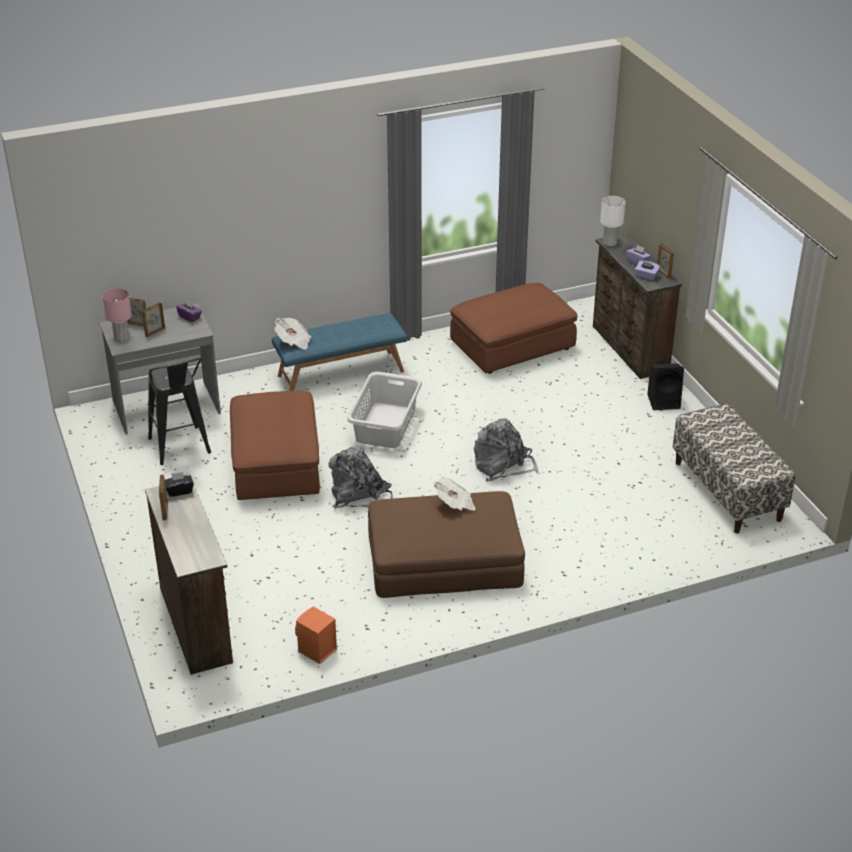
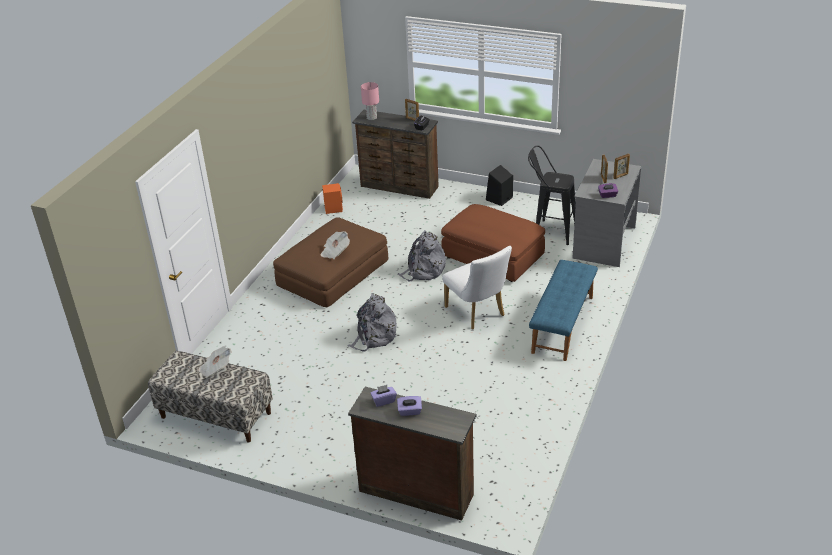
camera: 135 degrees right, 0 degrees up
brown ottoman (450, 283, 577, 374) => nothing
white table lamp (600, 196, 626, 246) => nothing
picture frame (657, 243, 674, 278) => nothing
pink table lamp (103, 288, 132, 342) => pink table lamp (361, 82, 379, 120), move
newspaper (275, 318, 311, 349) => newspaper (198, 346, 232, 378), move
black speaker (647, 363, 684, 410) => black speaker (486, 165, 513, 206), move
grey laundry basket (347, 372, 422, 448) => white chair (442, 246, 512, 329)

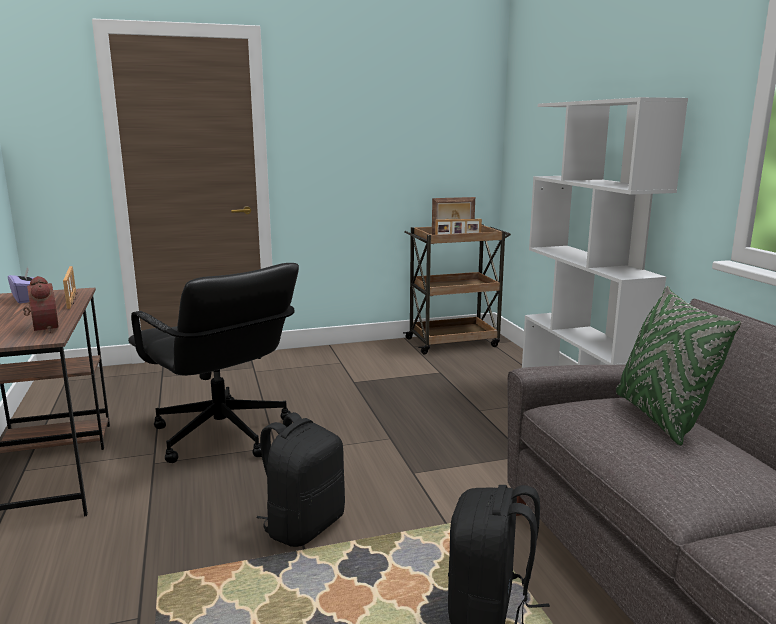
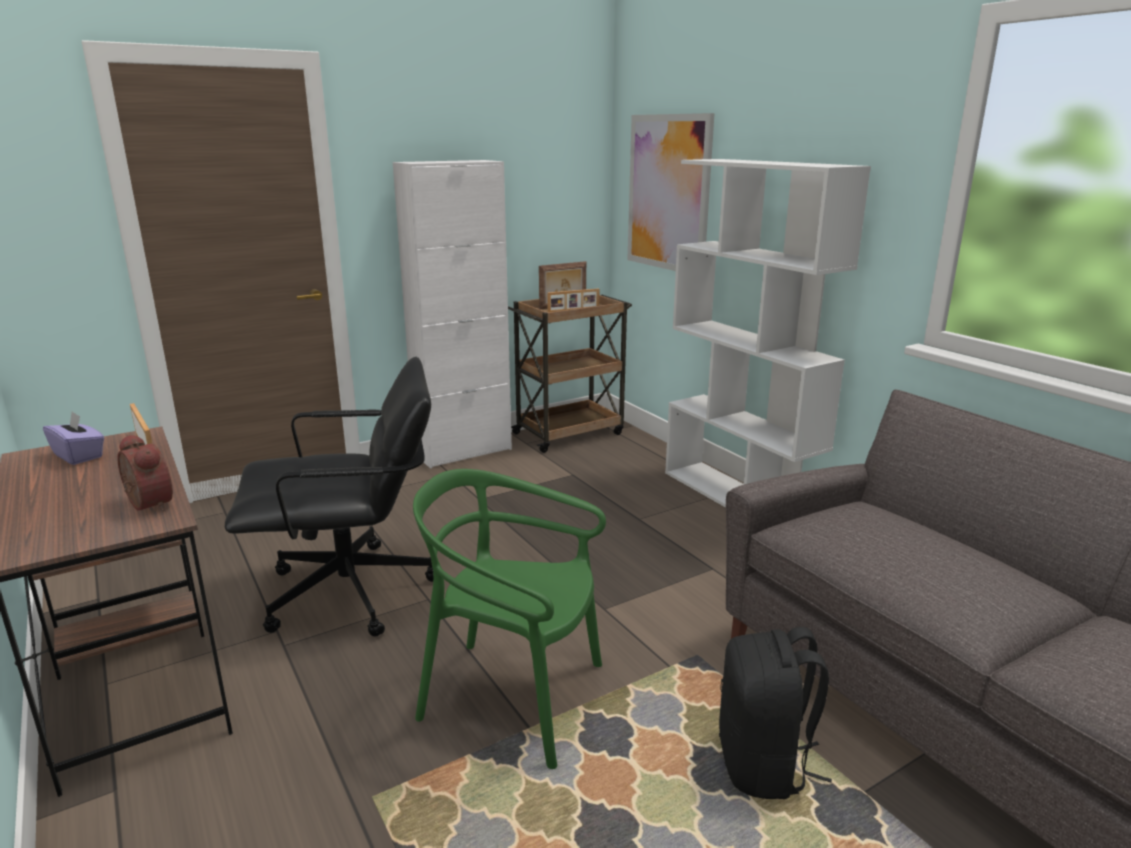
camera: 15 degrees left, 5 degrees up
green pillow (616, 286, 742, 445) => nothing
nothing => white cabinet (393, 160, 512, 468)
nothing => picture (627, 113, 714, 271)
black backpack (256, 412, 345, 547) => green chair (413, 469, 606, 769)
black office chair (128, 263, 299, 463) => black office chair (225, 357, 433, 637), 45 degrees counterclockwise

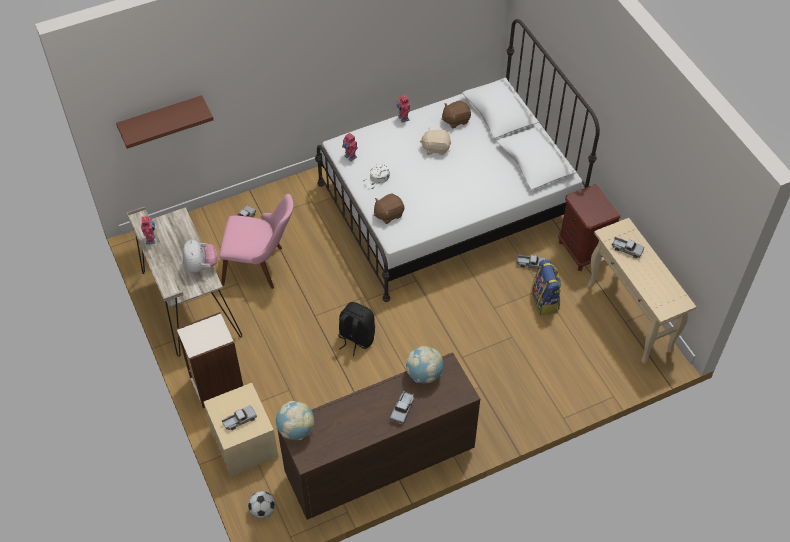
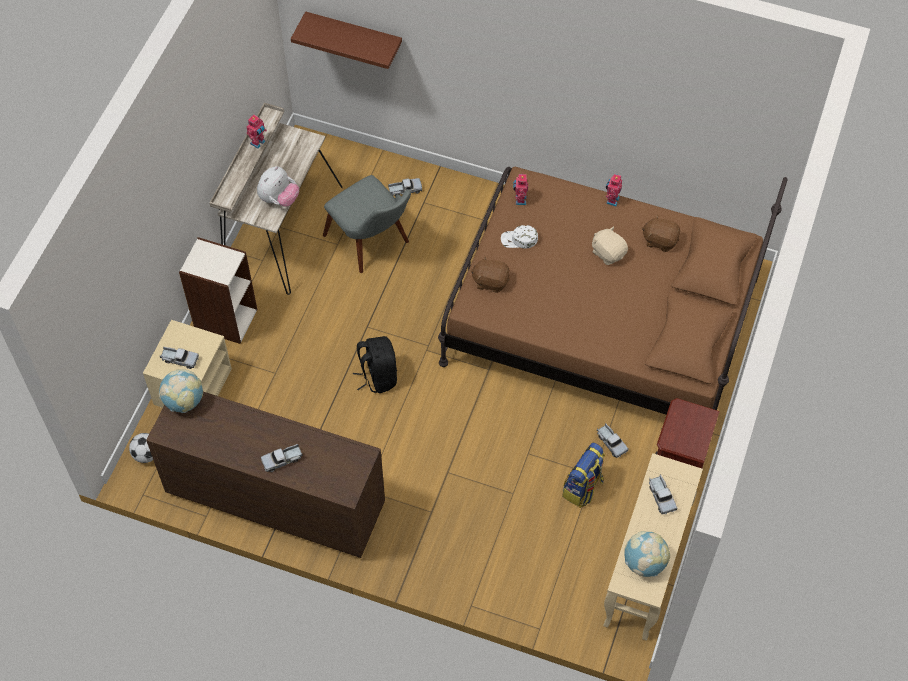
camera: 45 degrees right, 5 degrees up
globe (405, 346, 443, 384) => globe (624, 531, 670, 577), move
pink chair (219, 194, 293, 289) => grey chair (323, 175, 411, 273)
white bed (315, 19, 600, 302) => brown bed (438, 167, 788, 415)

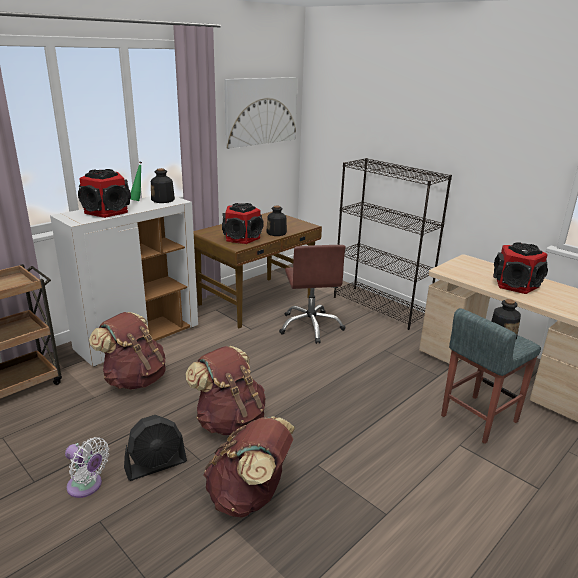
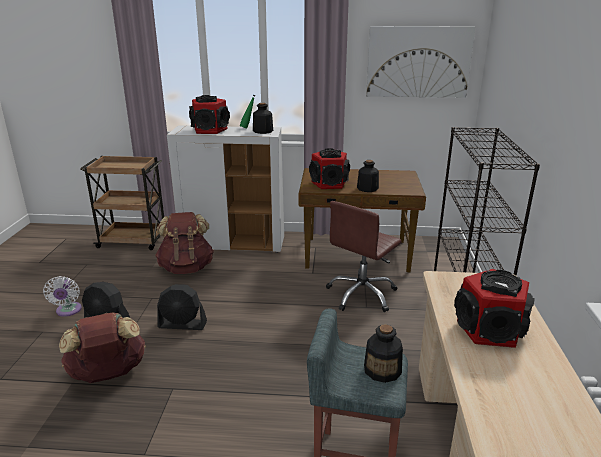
camera: 50 degrees right, 0 degrees up
brown backpack (186, 346, 265, 435) => black fan (157, 284, 207, 330)

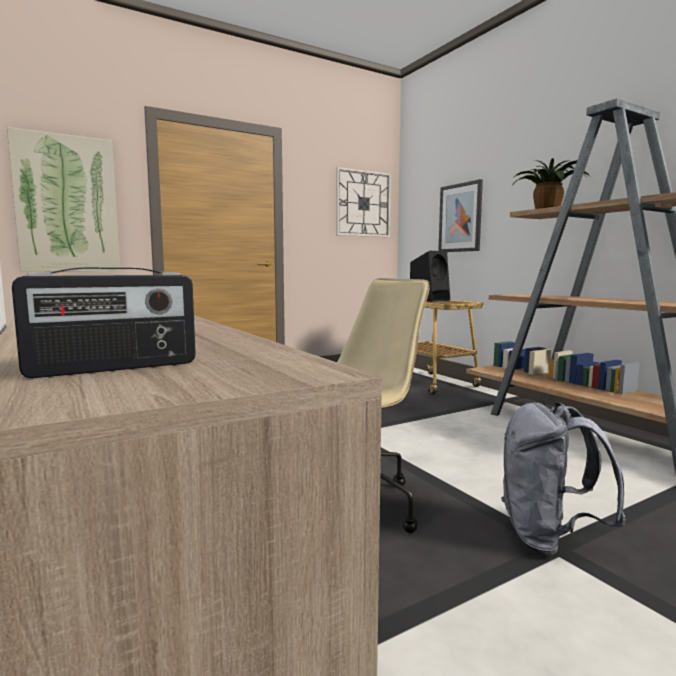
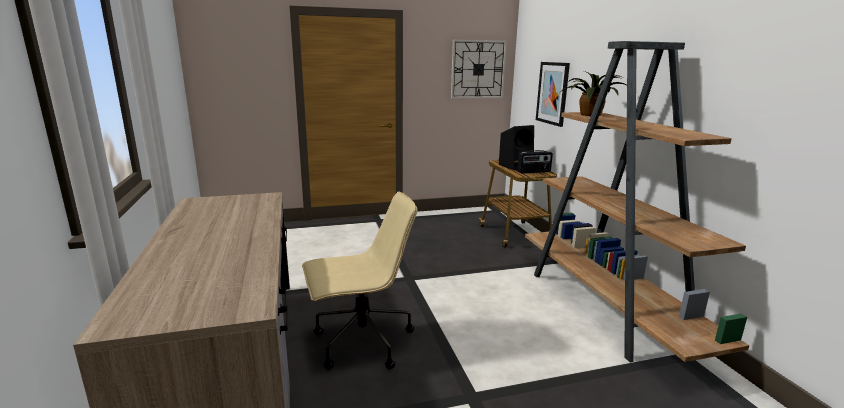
camera: 15 degrees right, 10 degrees up
picture (7, 127, 120, 272) => nothing
grey backpack (501, 402, 626, 556) => nothing
radio (12, 267, 196, 378) => radio (517, 150, 553, 174), move

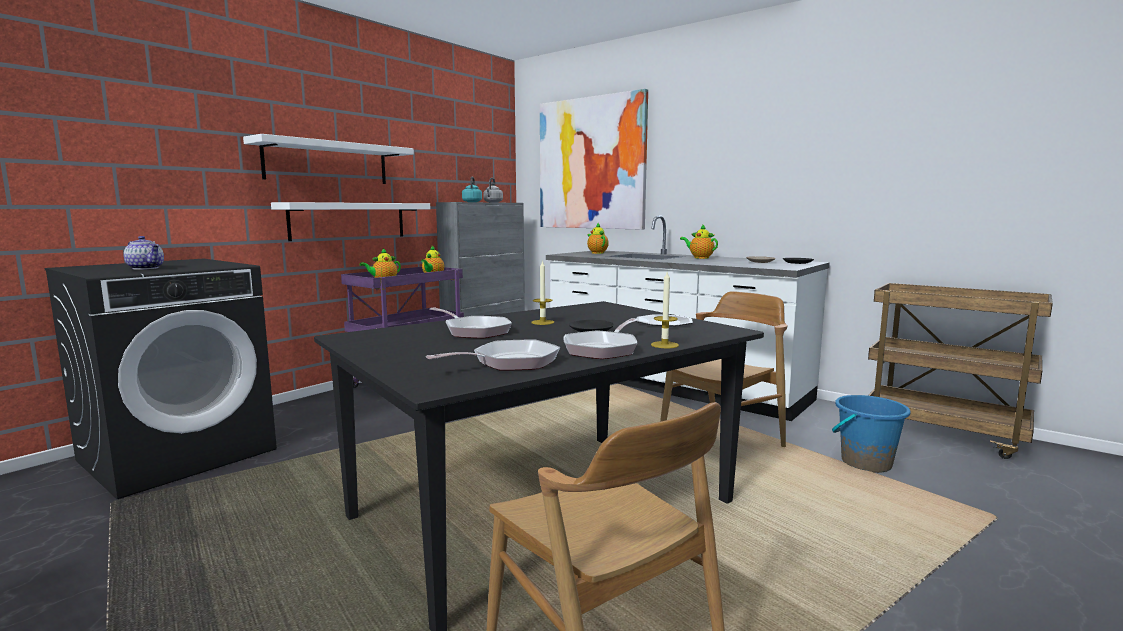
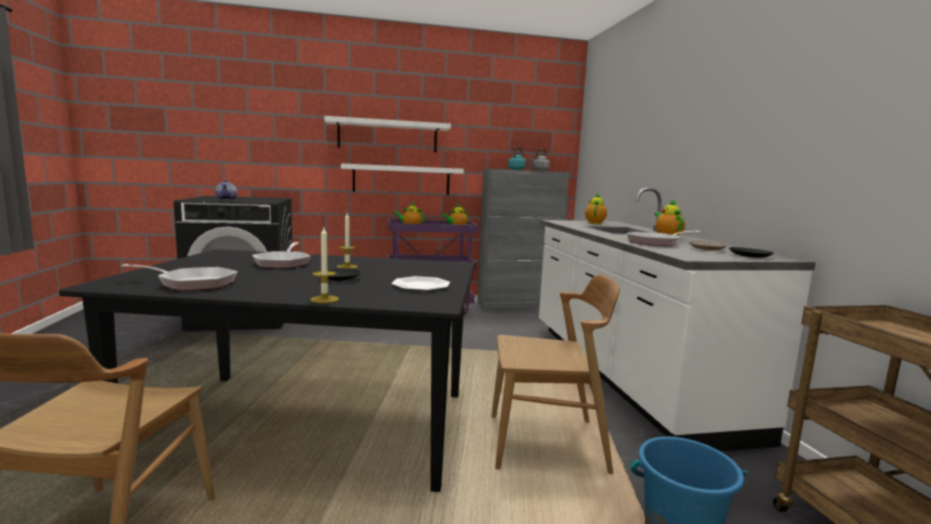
camera: 40 degrees right, 0 degrees up
picture (540, 89, 648, 230) => nothing
frying pan (563, 318, 638, 359) => frying pan (626, 231, 700, 246), move

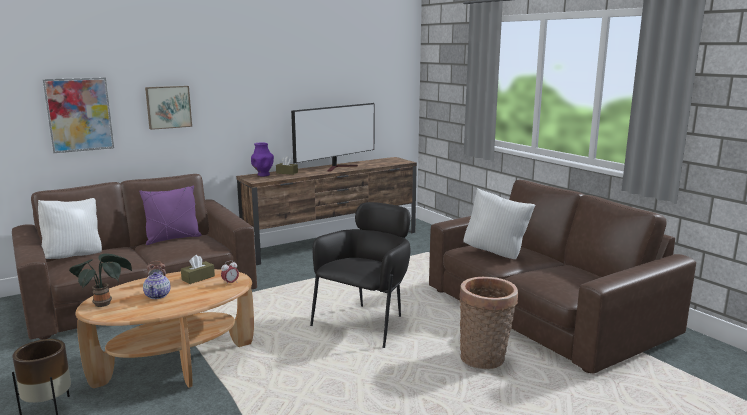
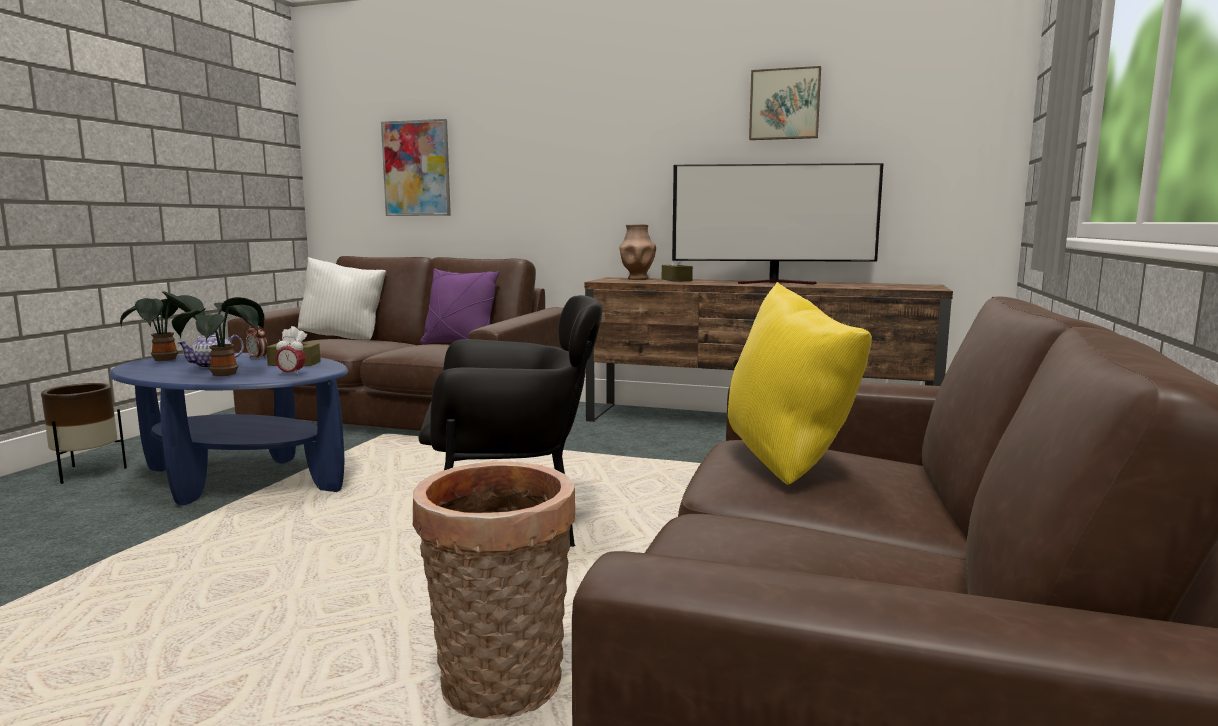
camera: 50 degrees right, 5 degrees down
nothing => potted plant (172, 297, 264, 376)
picture (145, 86, 192, 130) => picture (749, 66, 821, 140), move
brown coffee table (75, 269, 254, 388) => blue coffee table (109, 353, 348, 505)
purple vase (251, 142, 274, 177) => brown vase (619, 224, 656, 280)
white pillow (463, 188, 535, 259) => yellow pillow (728, 282, 872, 485)

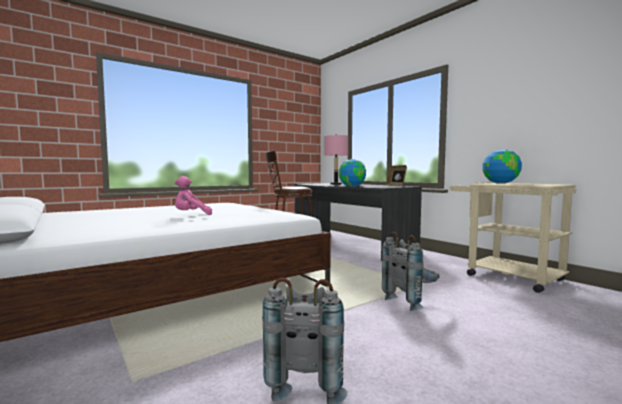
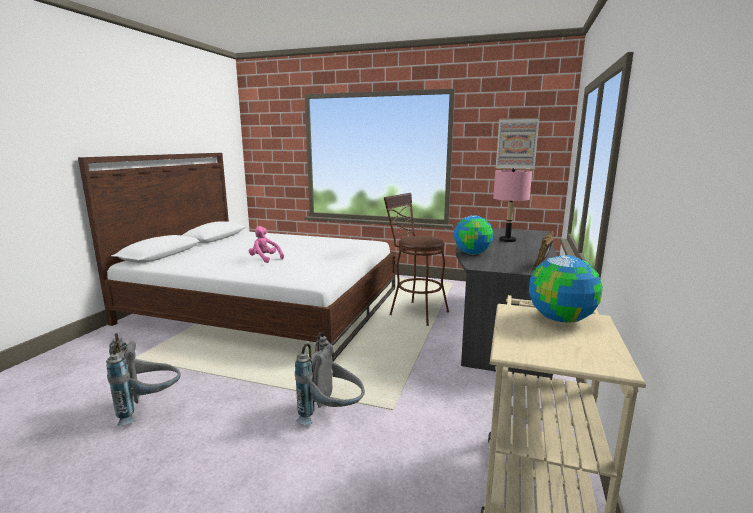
camera: 55 degrees right, 10 degrees up
nothing => picture (496, 118, 540, 170)

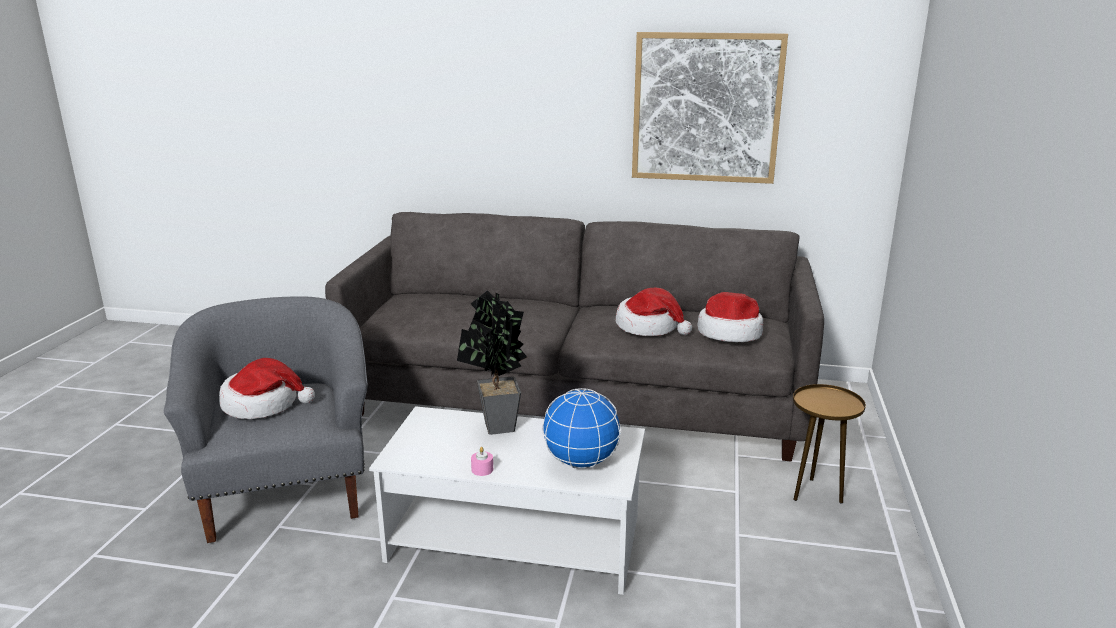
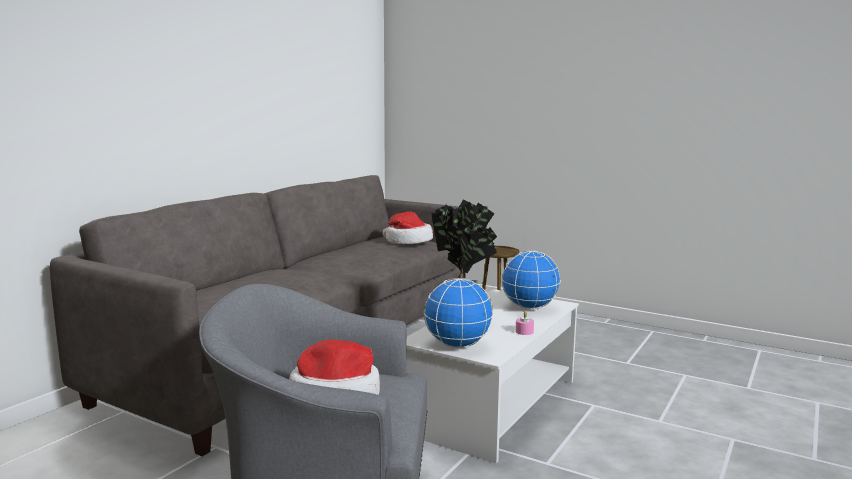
camera: 70 degrees left, 10 degrees down
hat (616, 288, 692, 336) => nothing
picture (632, 32, 788, 184) => nothing
nothing => globe (424, 278, 493, 348)

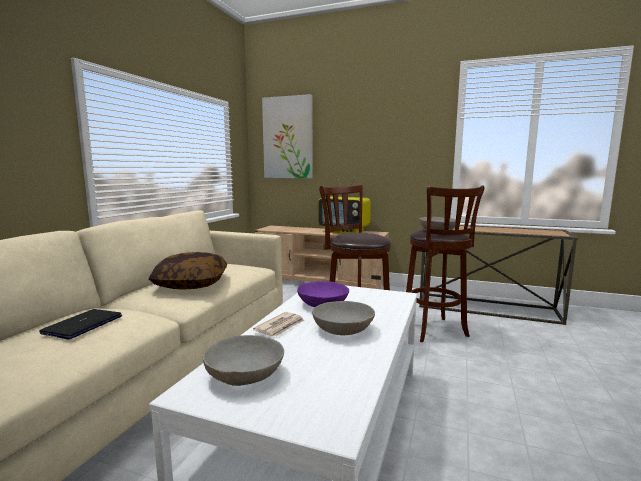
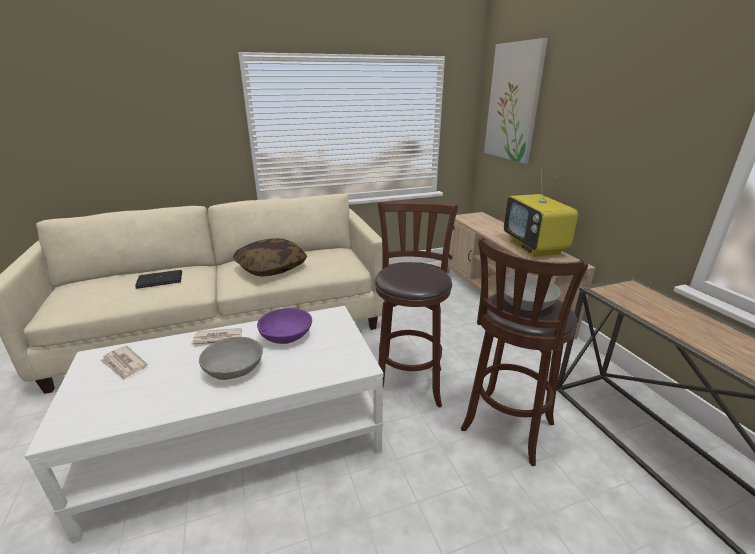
camera: 50 degrees right, 15 degrees up
grey bowl (203, 335, 284, 386) => newspaper (100, 346, 148, 380)

